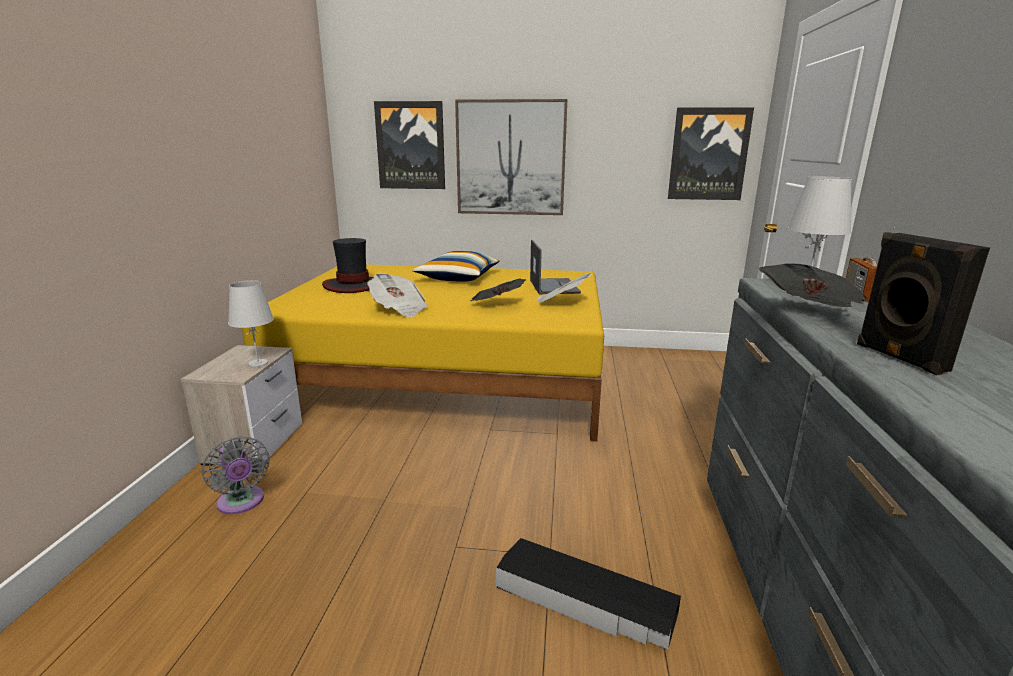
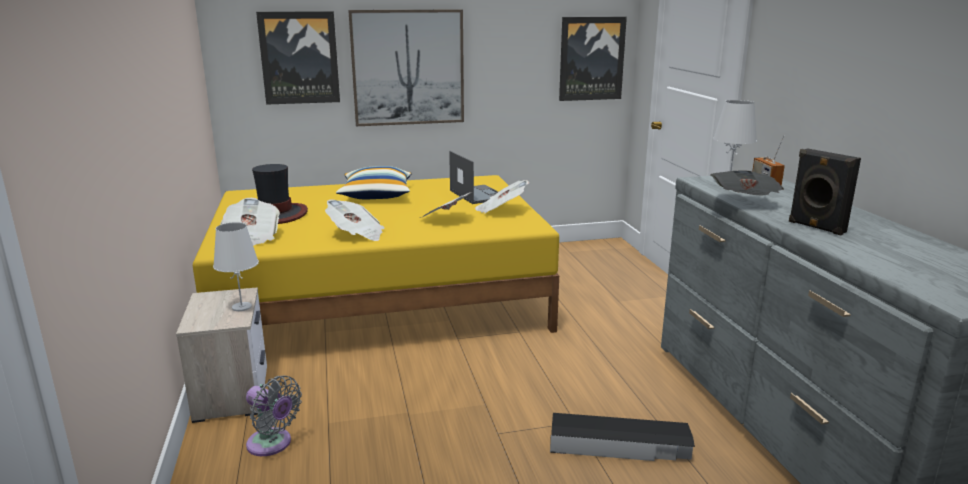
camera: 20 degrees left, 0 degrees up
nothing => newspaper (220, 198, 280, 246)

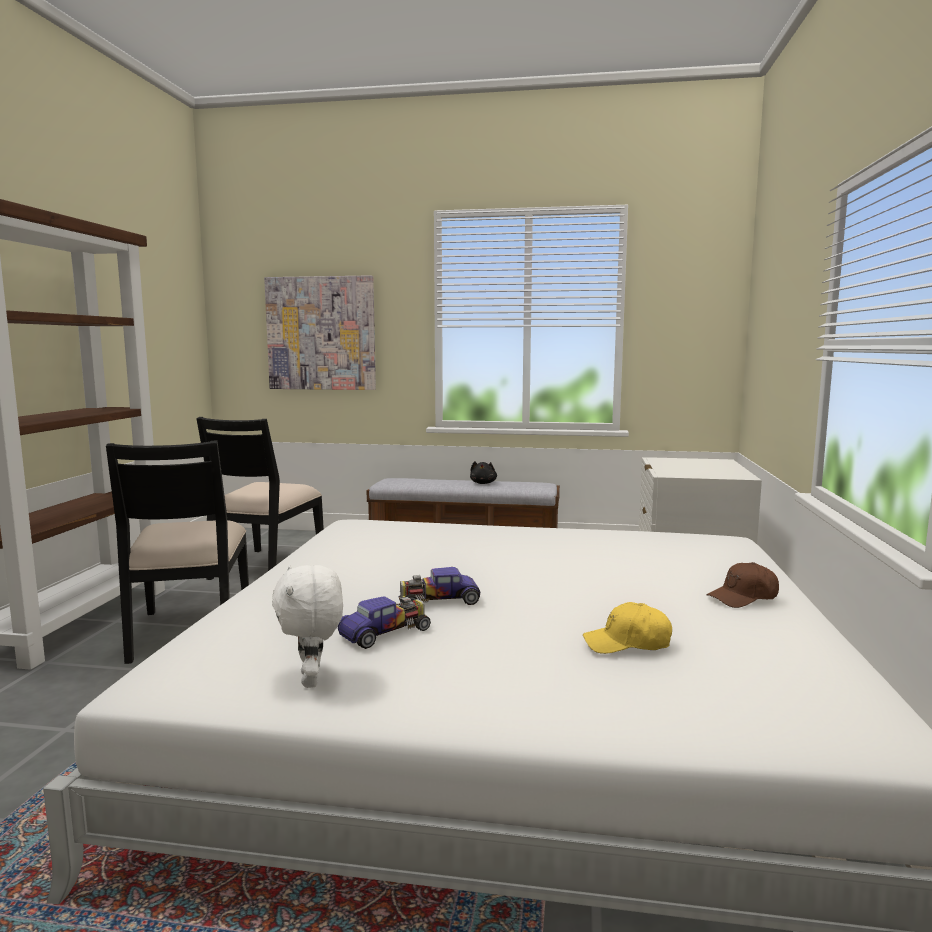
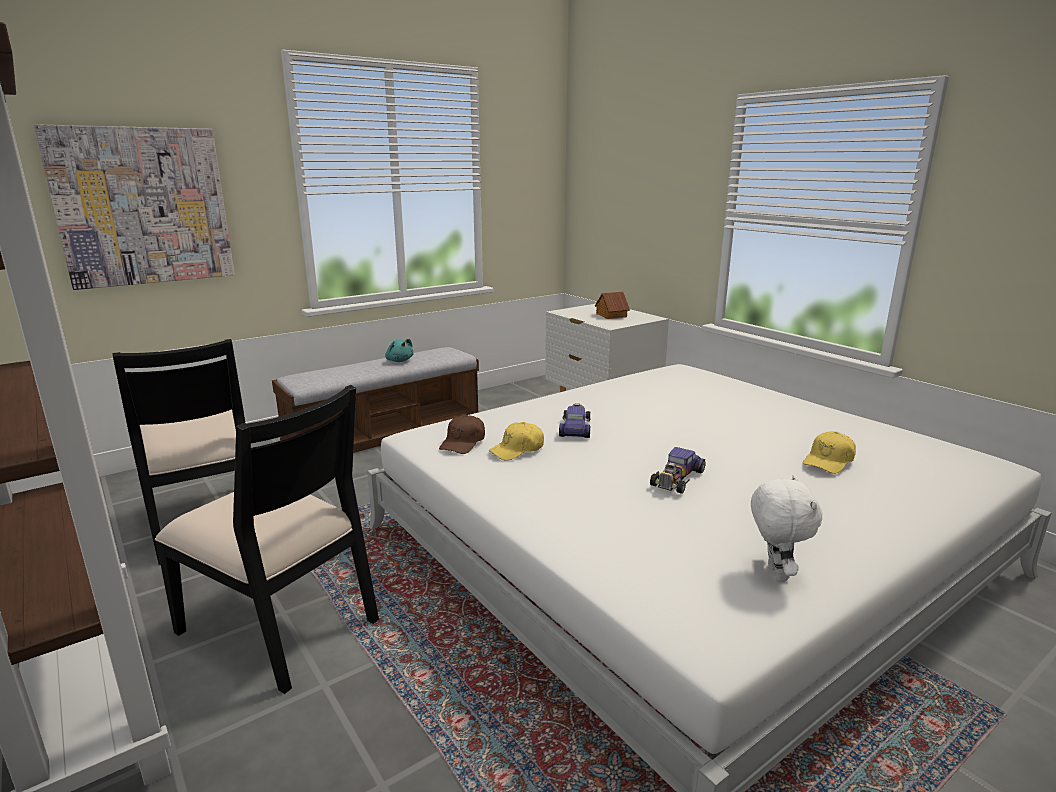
camera: 45 degrees left, 10 degrees up
nothing => yellow cap (488, 422, 544, 461)
nothing => toy house (595, 292, 630, 319)
toy car (338, 597, 431, 649) => toy car (559, 403, 591, 438), move
brown cap (706, 562, 779, 608) => brown cap (439, 415, 485, 454), move
black plush toy (470, 461, 497, 484) => turquoise plush toy (385, 339, 414, 362)
white plush toy (272, 565, 343, 688) => white plush toy (751, 475, 822, 582), 120 degrees counterclockwise

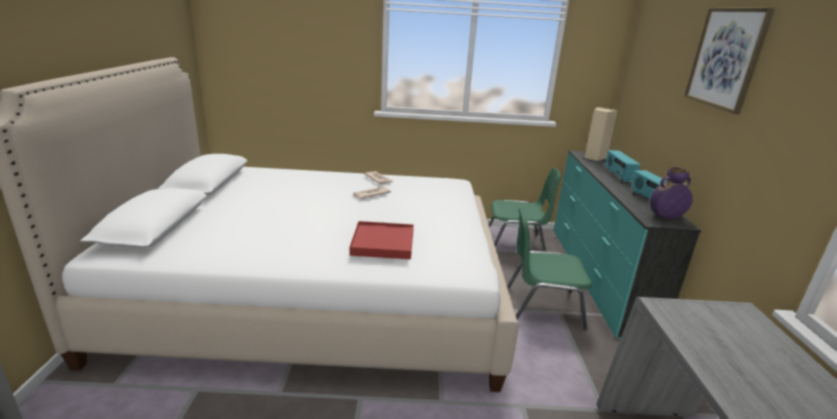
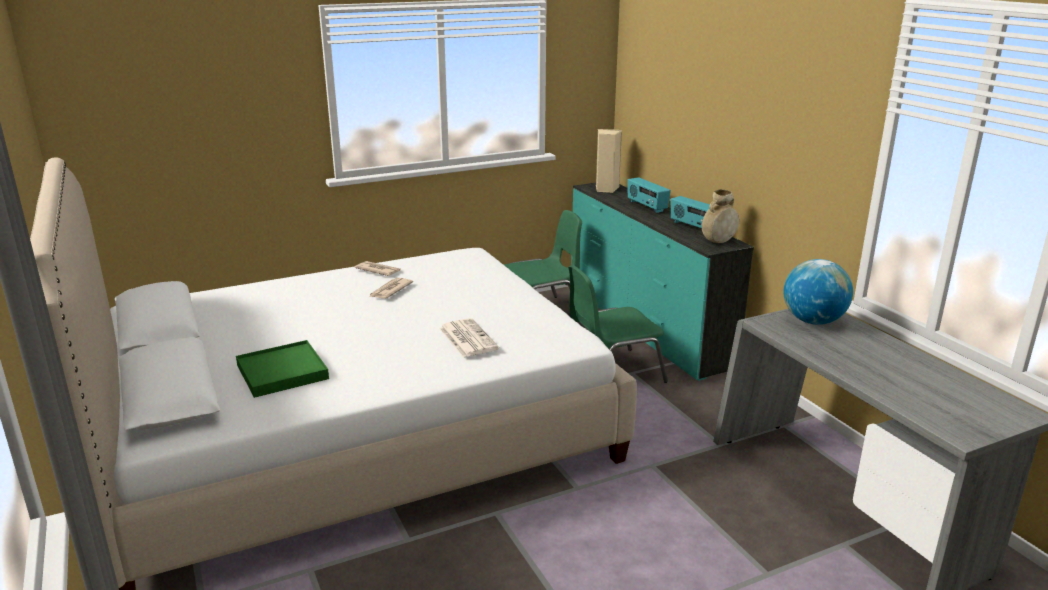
camera: 25 degrees left, 0 degrees up
picture (684, 8, 775, 114) => nothing
nothing => green tray (236, 340, 329, 398)
nothing => globe (783, 259, 853, 325)
red tray (349, 221, 414, 259) => newspaper (439, 318, 499, 357)
purple vase (650, 167, 693, 219) => beige vase (702, 189, 739, 243)

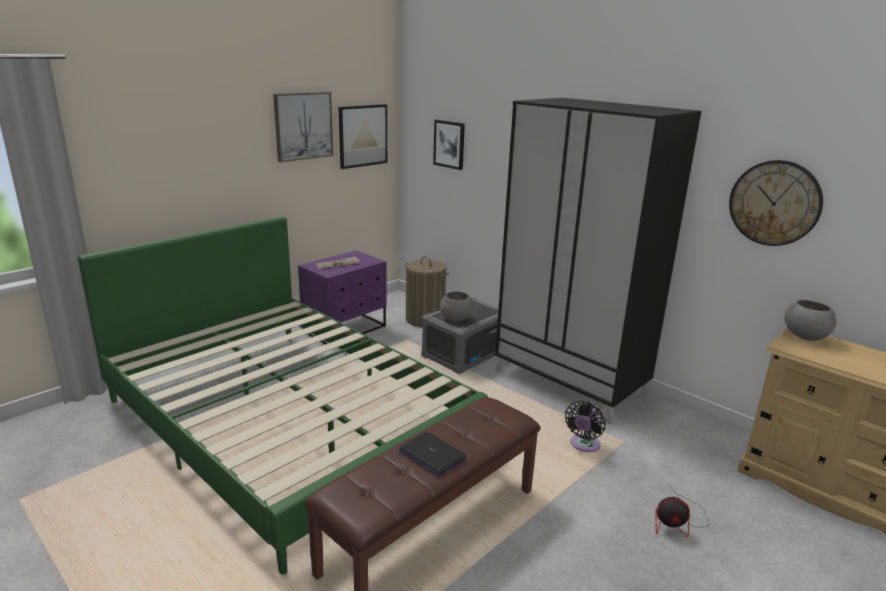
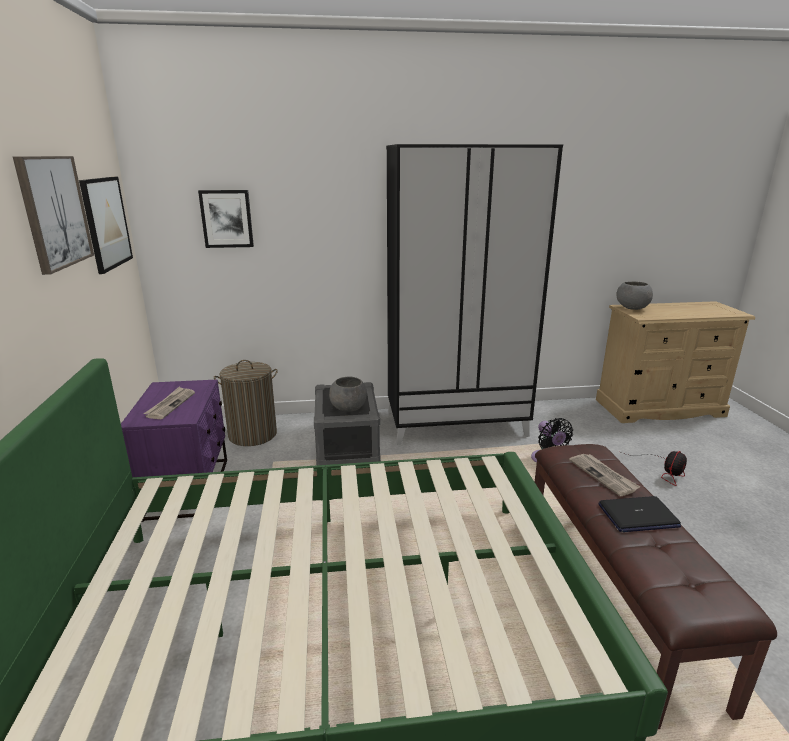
camera: 50 degrees left, 0 degrees up
wall clock (729, 160, 823, 246) => nothing
nothing => newspaper (569, 454, 640, 496)

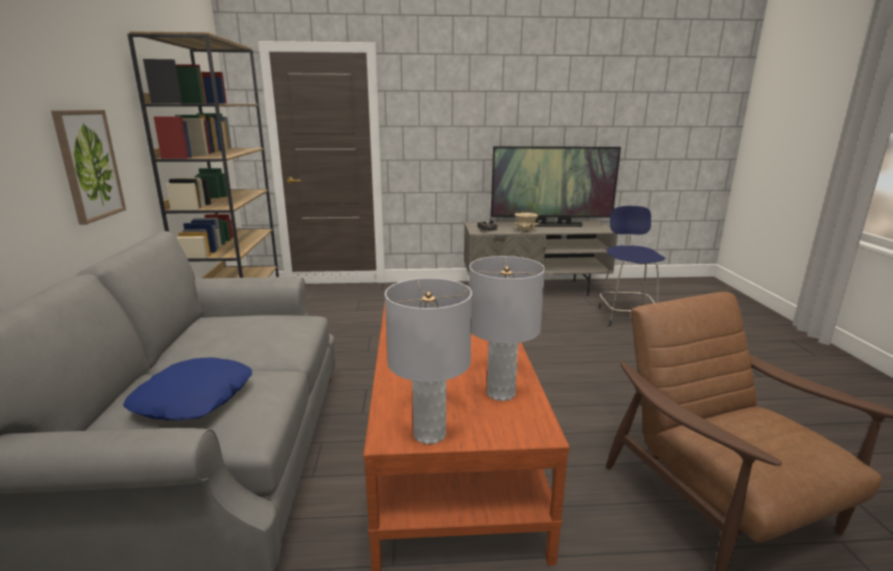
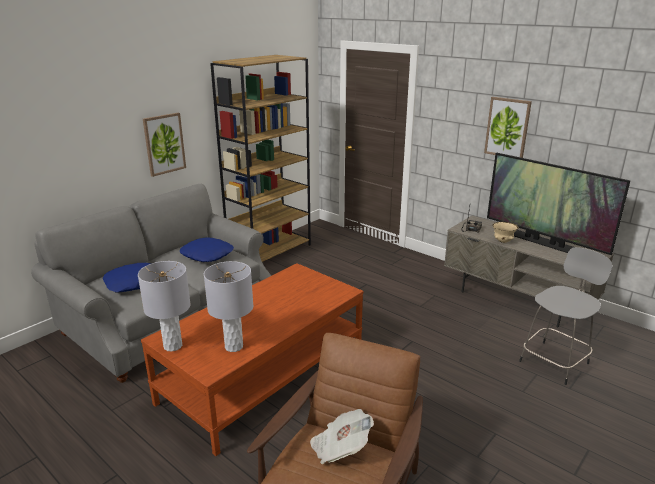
camera: 45 degrees right, 5 degrees up
nothing => blue pillow (179, 238, 234, 262)
nothing => newspaper (310, 409, 374, 464)
nothing => picture (484, 97, 532, 158)
blue stool (599, 206, 665, 326) => grey stool (519, 247, 612, 385)

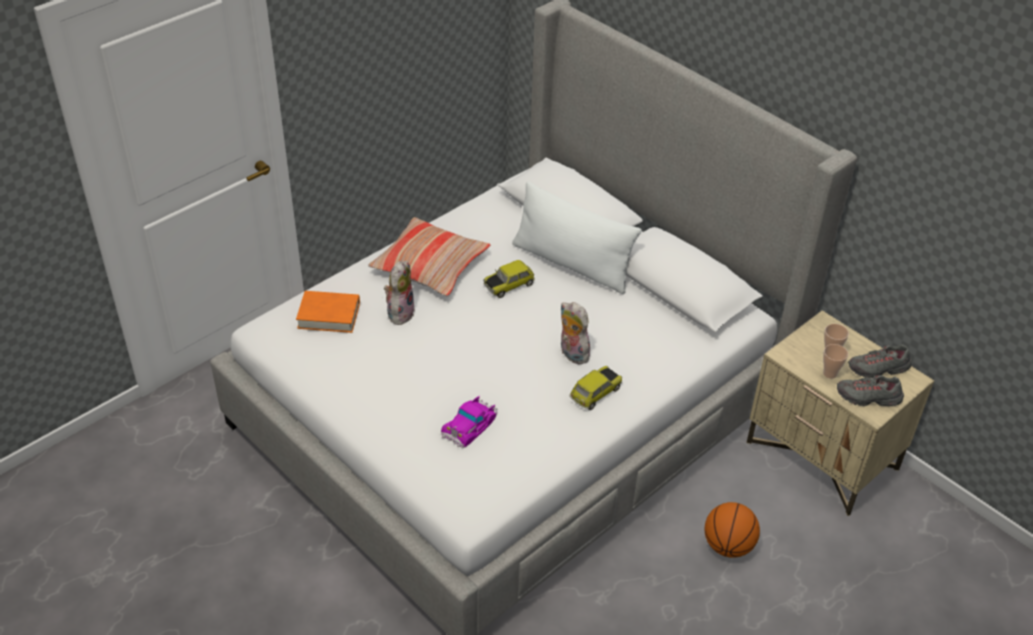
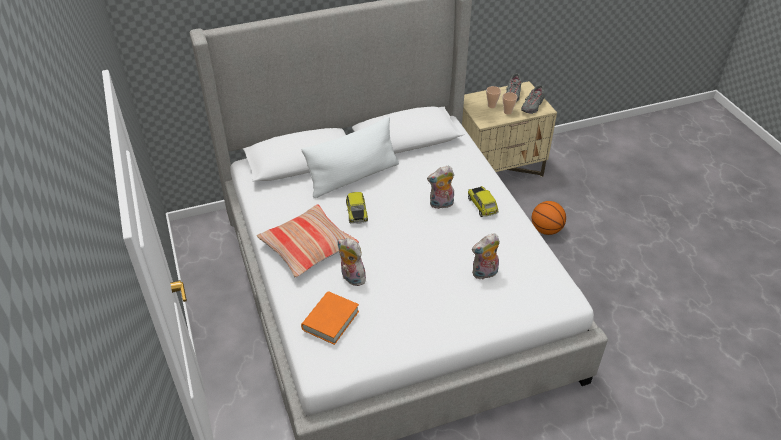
camera: 65 degrees left, 0 degrees up
toy car (441, 396, 497, 448) => plush toy (472, 233, 500, 280)

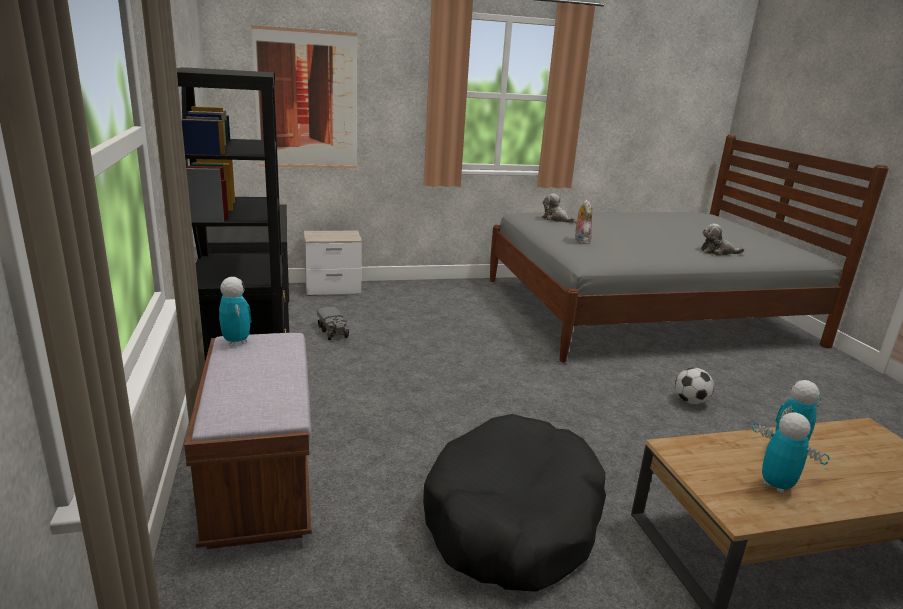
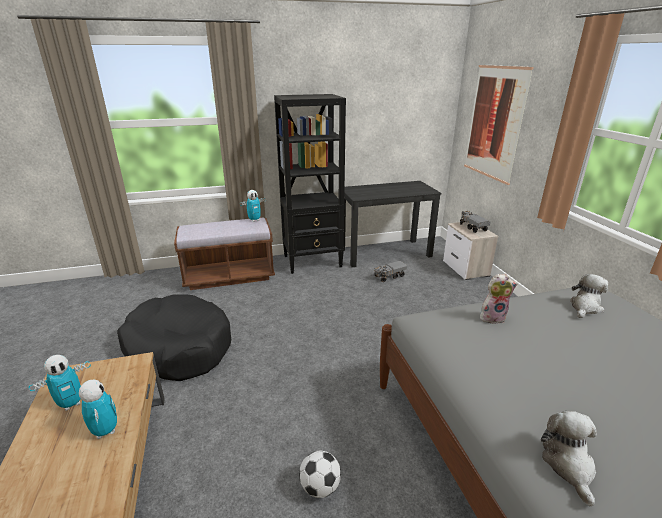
camera: 90 degrees right, 5 degrees up
nothing => toy truck (460, 211, 490, 233)

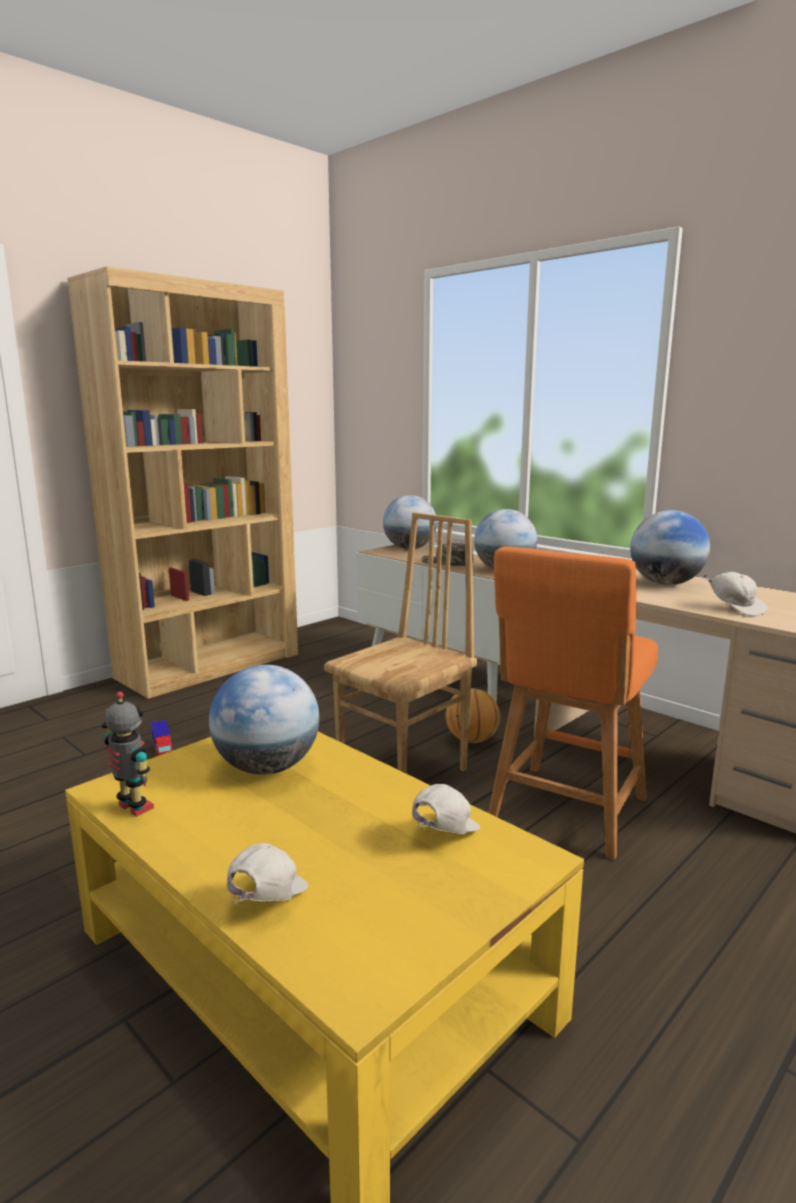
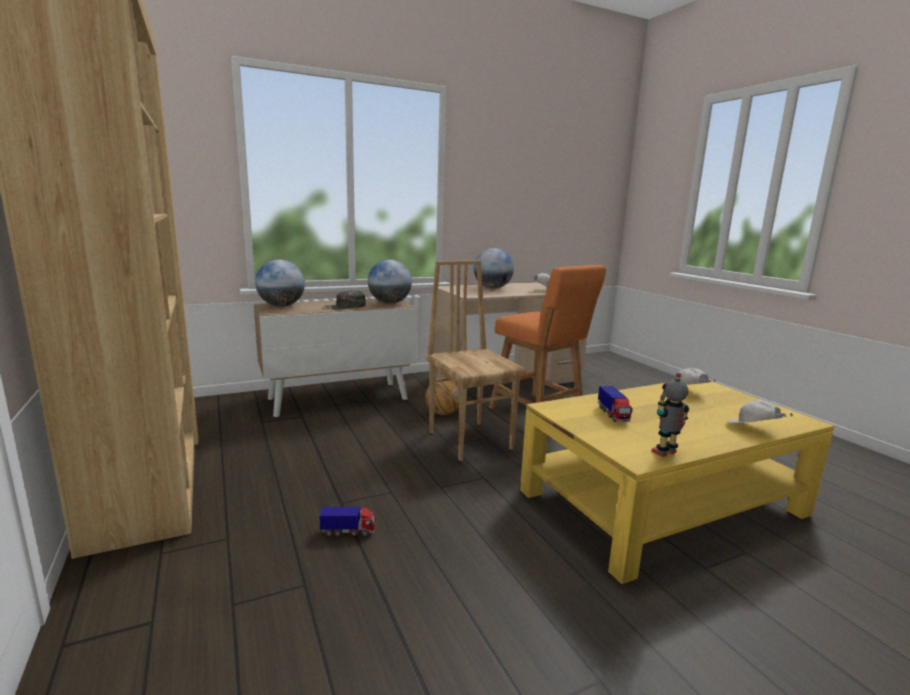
camera: 70 degrees left, 0 degrees up
globe (209, 665, 319, 775) => toy truck (598, 386, 633, 422)

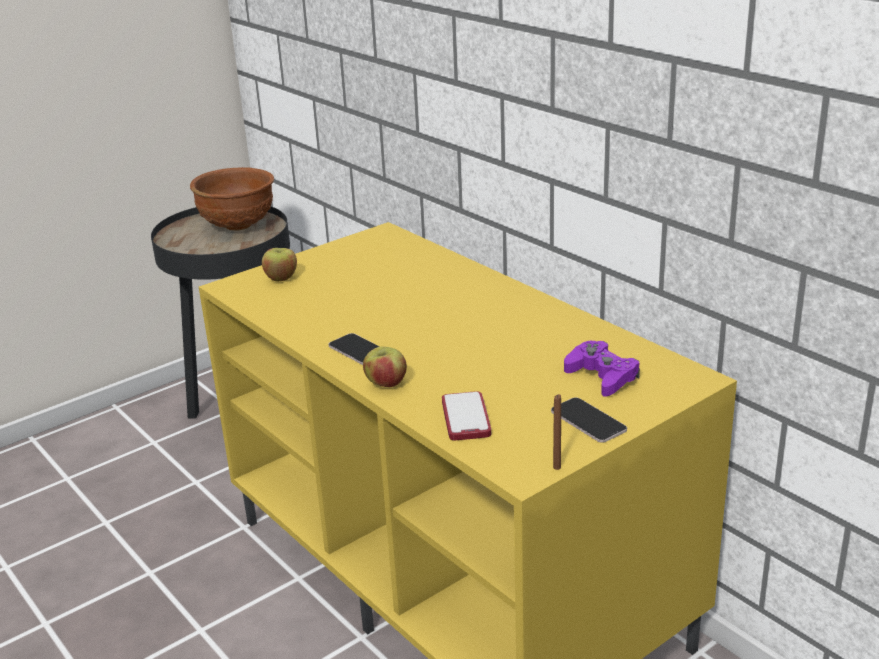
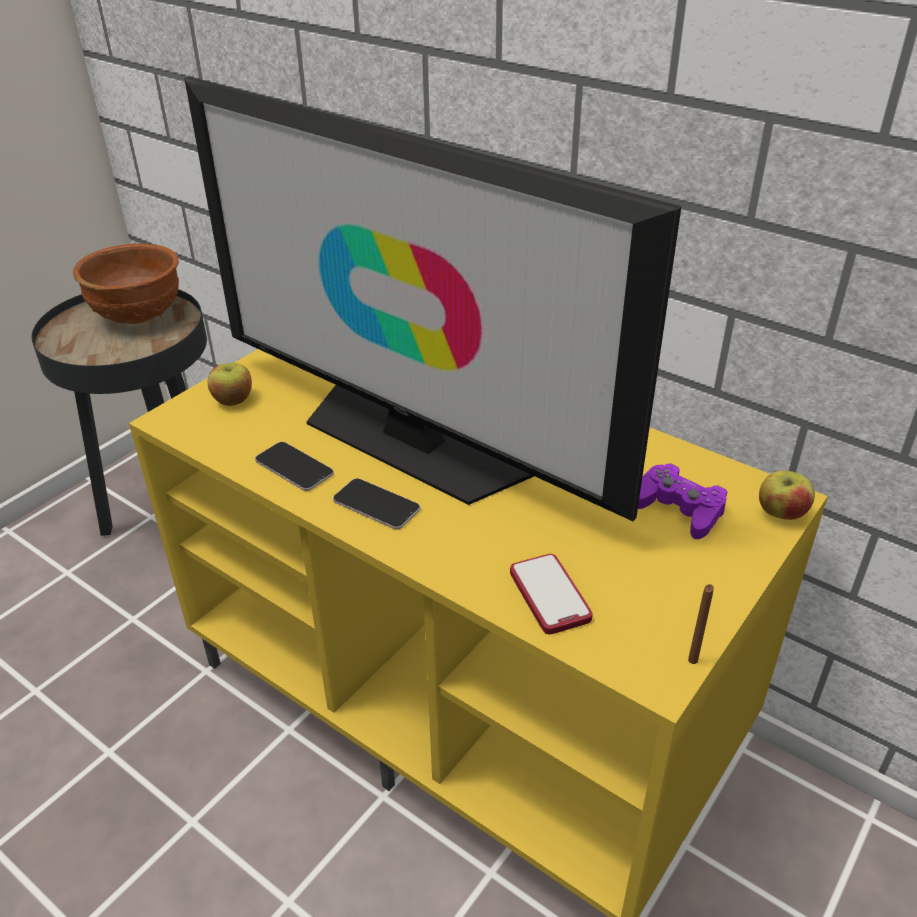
camera: 15 degrees left, 10 degrees up
nothing => television (184, 77, 682, 521)
apple (363, 347, 407, 387) => apple (759, 471, 815, 520), move
phone (551, 397, 627, 443) => phone (255, 442, 334, 491), move

